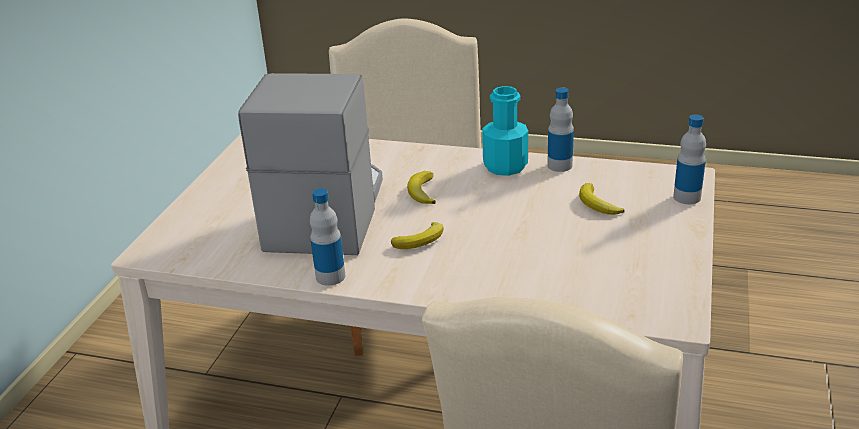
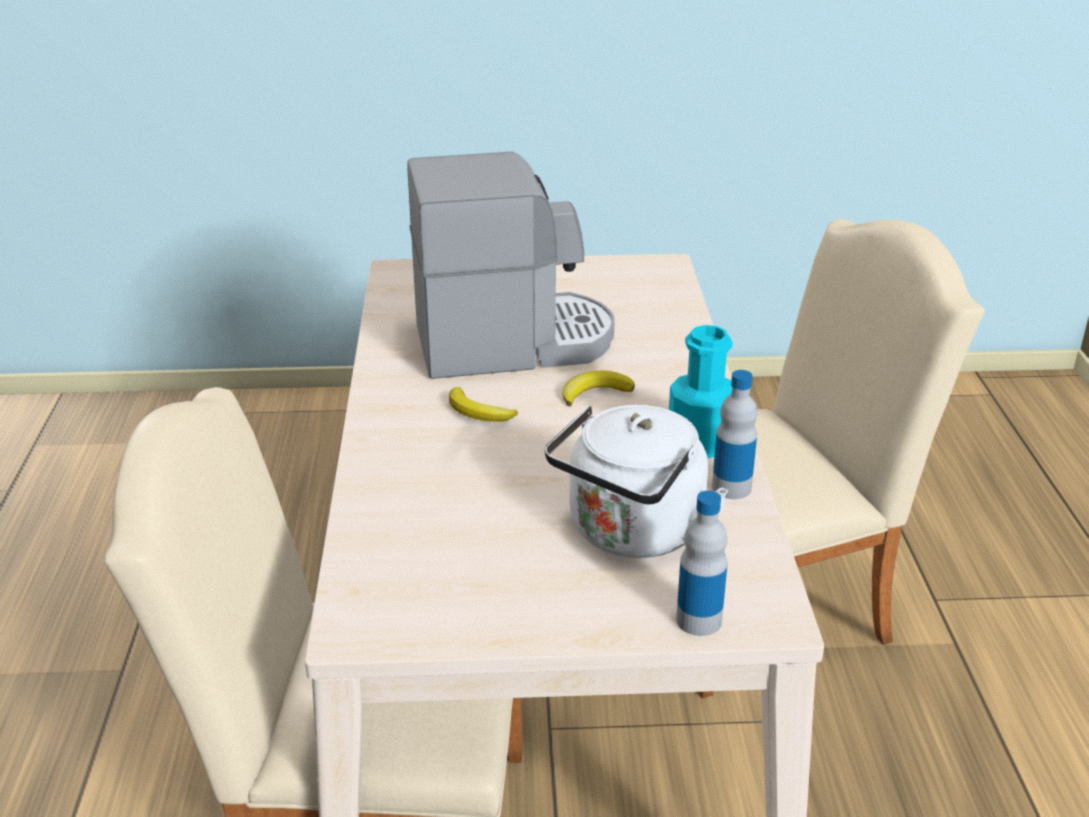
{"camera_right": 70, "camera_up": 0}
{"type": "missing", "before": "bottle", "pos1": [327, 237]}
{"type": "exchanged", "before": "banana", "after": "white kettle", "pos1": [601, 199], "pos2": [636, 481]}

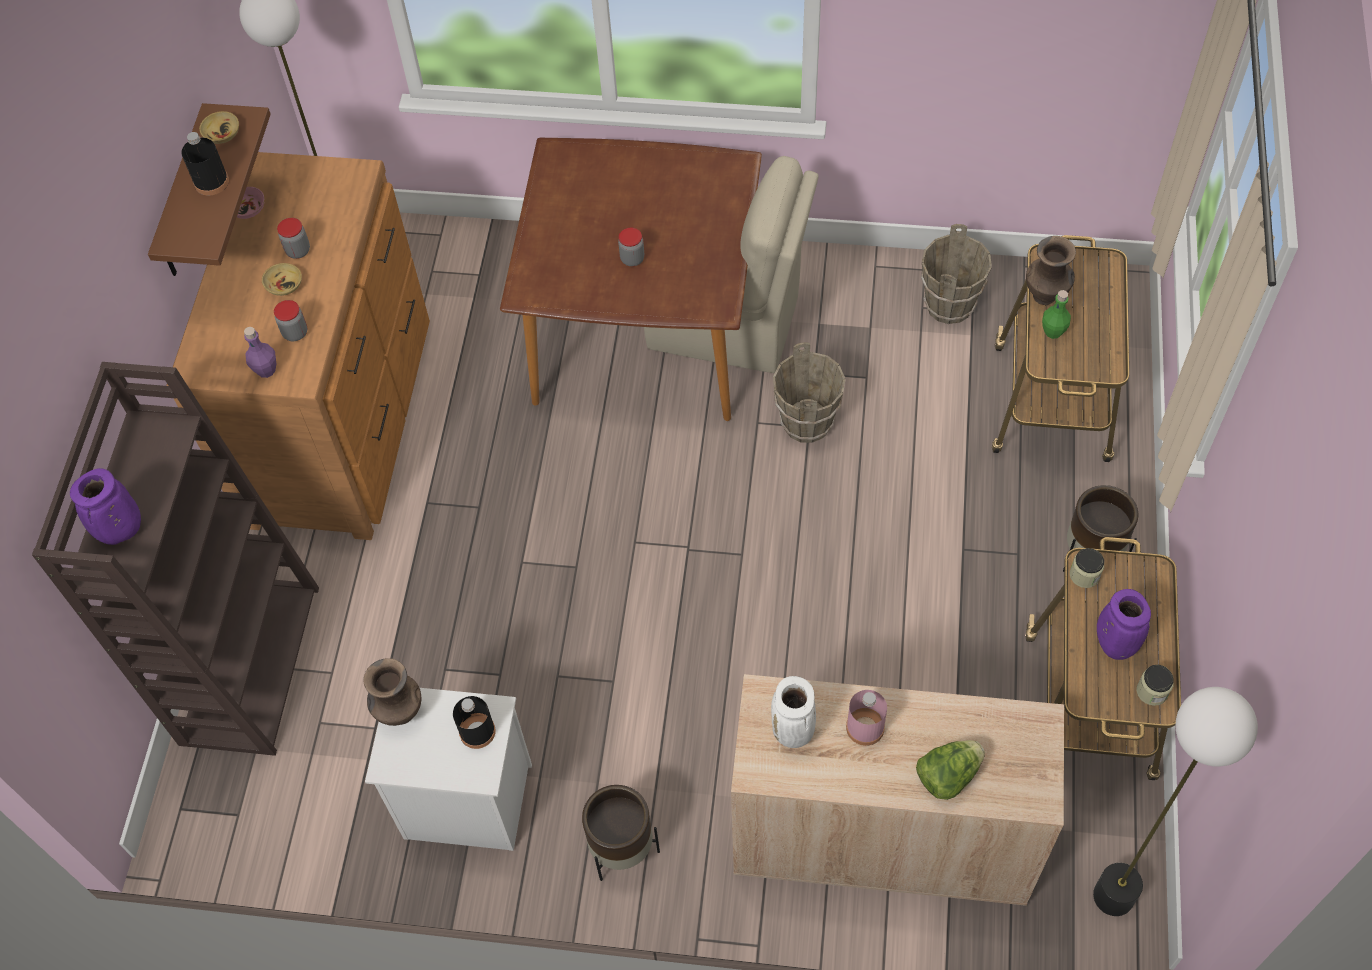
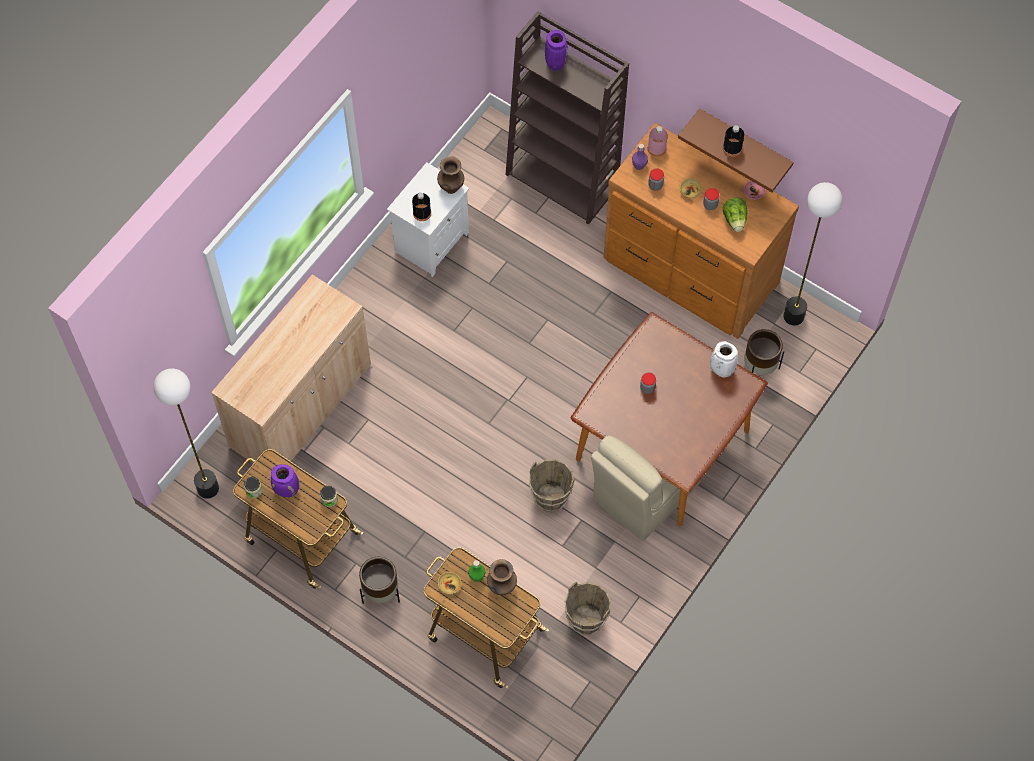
{"camera_right": 115, "camera_up": 5}
{"type": "relocated", "before": "beige bowl", "pos1": [219, 127], "pos2": [449, 583]}
{"type": "relocated", "before": "brown planter", "pos1": [621, 833], "pos2": [764, 352]}
{"type": "relocated", "before": "white vase", "pos1": [793, 712], "pos2": [724, 359]}
{"type": "relocated", "before": "pink bottle", "pos1": [866, 718], "pos2": [658, 141]}
{"type": "relocated", "before": "lettuce", "pos1": [950, 770], "pos2": [735, 215]}

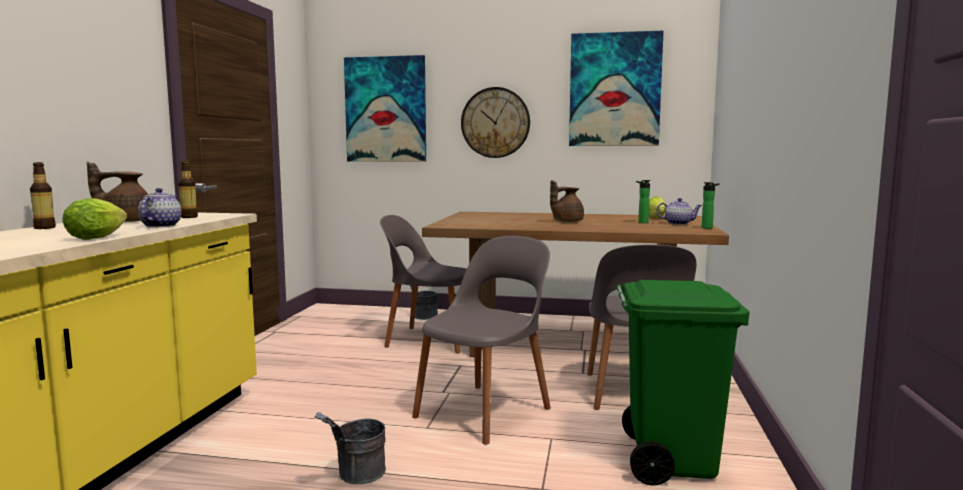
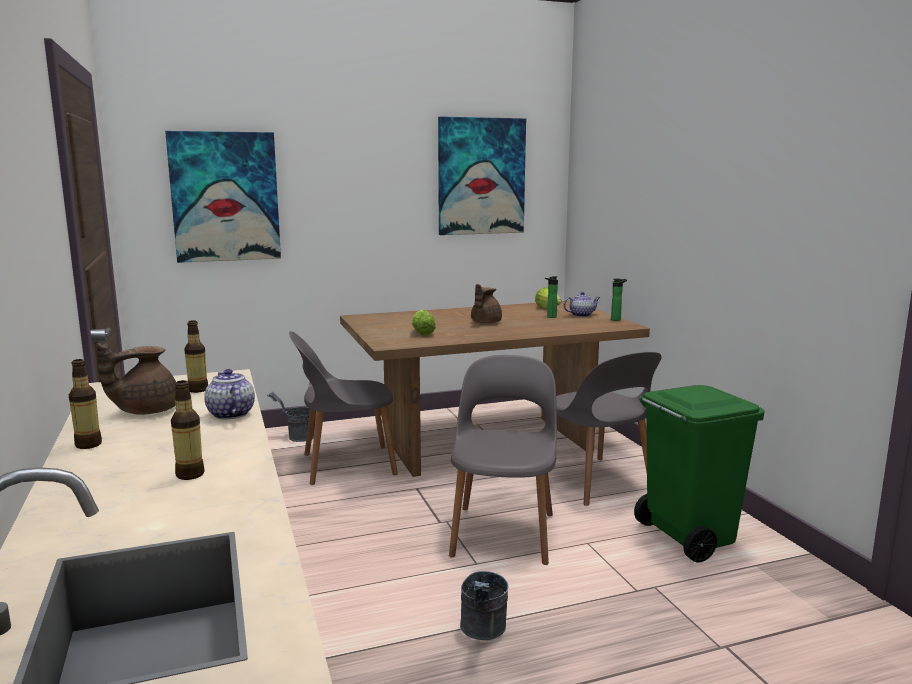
{"camera_right": -30, "camera_up": 5}
{"type": "relocated", "before": "lettuce", "pos1": [94, 219], "pos2": [424, 323]}
{"type": "missing", "before": "wall clock", "pos1": [495, 122]}
{"type": "appeared", "after": "bottle", "pos2": [188, 430]}

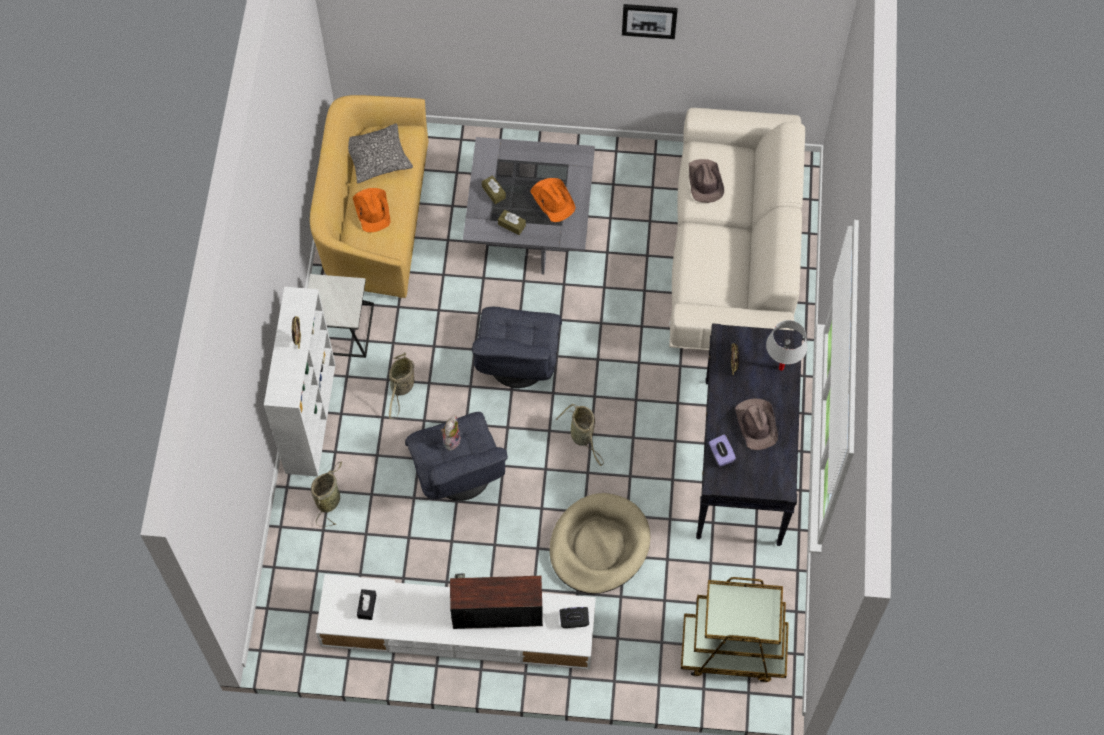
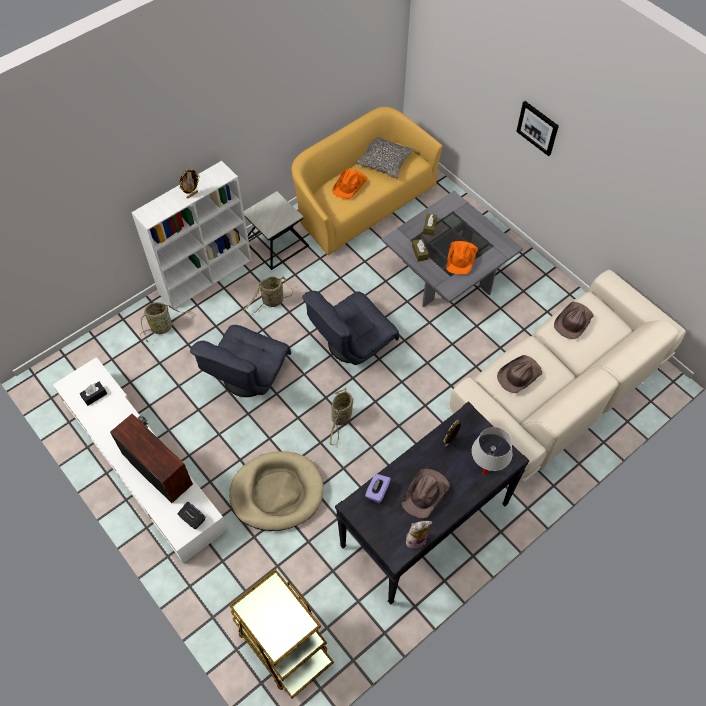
{"camera_right": 45, "camera_up": -5}
{"type": "relocated", "before": "plush toy", "pos1": [451, 433], "pos2": [419, 534]}
{"type": "relocated", "before": "picture", "pos1": [650, 21], "pos2": [537, 128]}
{"type": "appeared", "after": "brown hat", "pos2": [519, 374]}

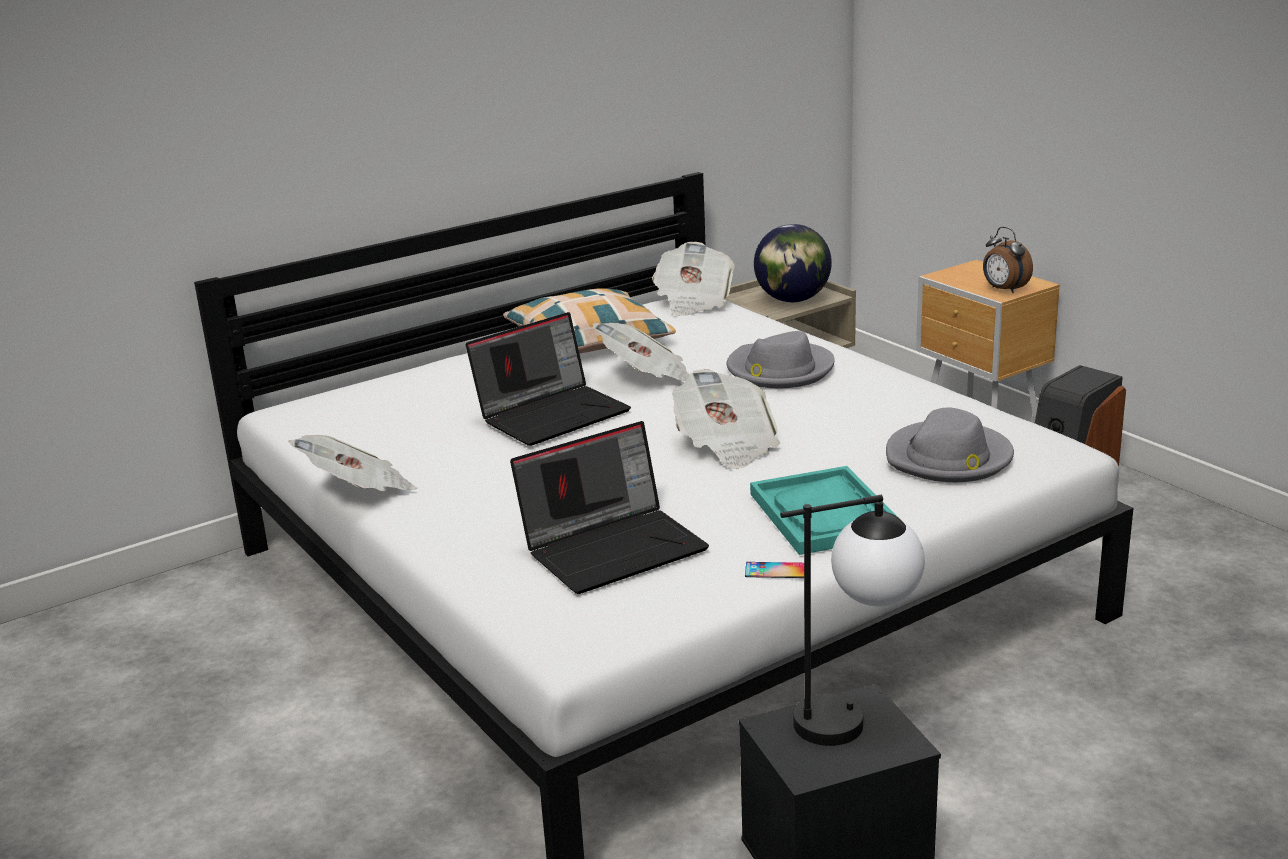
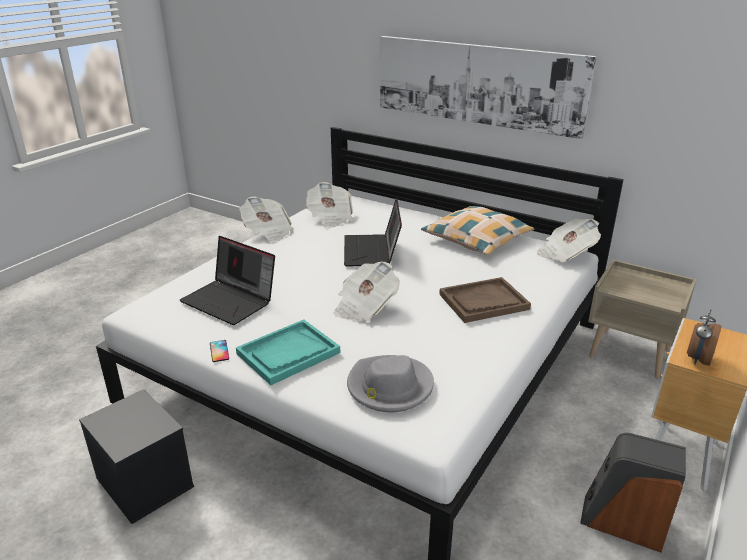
{"camera_right": 65, "camera_up": 5}
{"type": "spun", "before": "laptop", "pos1": [548, 379], "pos2": [373, 232], "turn": 60}
{"type": "relocated", "before": "newspaper", "pos1": [641, 352], "pos2": [329, 205]}
{"type": "exchanged", "before": "grey hat", "after": "brown tray", "pos1": [780, 359], "pos2": [485, 300]}
{"type": "missing", "before": "globe", "pos1": [793, 263]}
{"type": "missing", "before": "table lamp", "pos1": [852, 620]}
{"type": "appeared", "after": "picture", "pos2": [488, 87]}

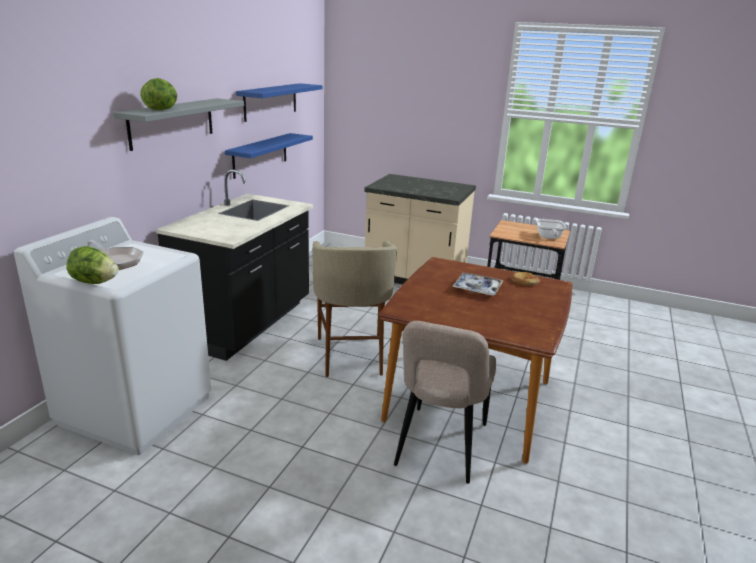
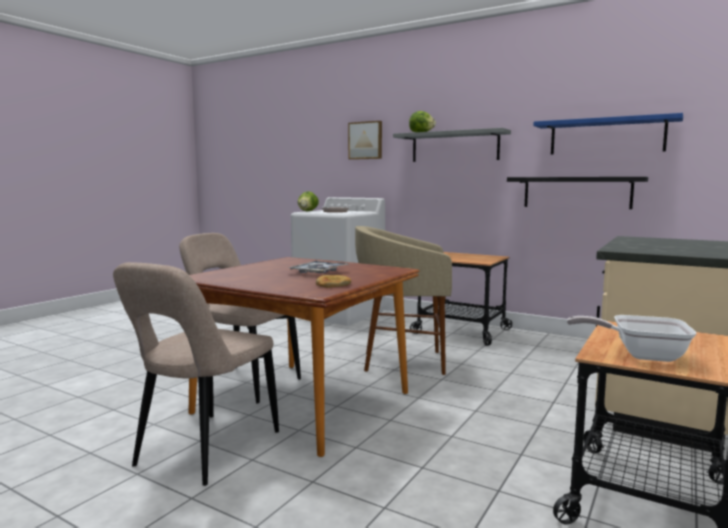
{"camera_right": 100, "camera_up": -15}
{"type": "exchanged", "before": "black counter", "after": "cart", "pos1": [234, 265], "pos2": [461, 299]}
{"type": "colour", "before": "blue shelf", "after": "black shelf", "pos1": [269, 156], "pos2": [577, 193]}
{"type": "appeared", "after": "beige chair", "pos2": [196, 374]}
{"type": "appeared", "after": "picture", "pos2": [365, 140]}

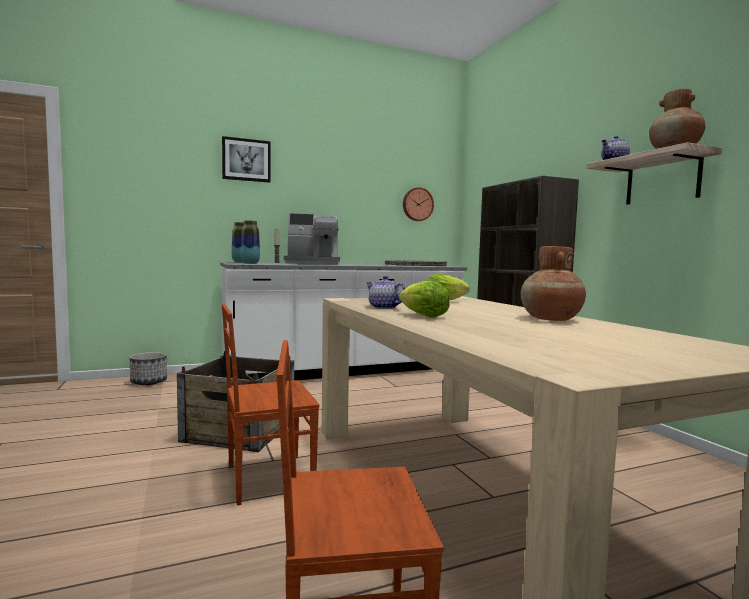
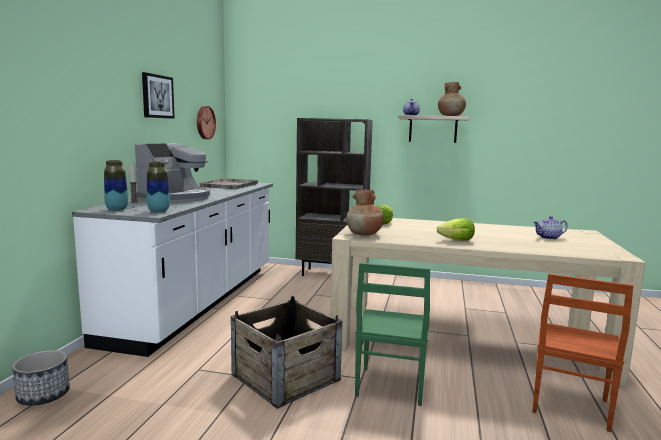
{"camera_right": -55, "camera_up": 5}
{"type": "relocated", "before": "picture", "pos1": [246, 159], "pos2": [158, 95]}
{"type": "colour", "before": "brown chair", "after": "green chair", "pos1": [271, 404], "pos2": [392, 334]}
{"type": "relocated", "before": "teapot", "pos1": [386, 292], "pos2": [551, 228]}
{"type": "relocated", "before": "brown vase", "pos1": [553, 283], "pos2": [365, 212]}

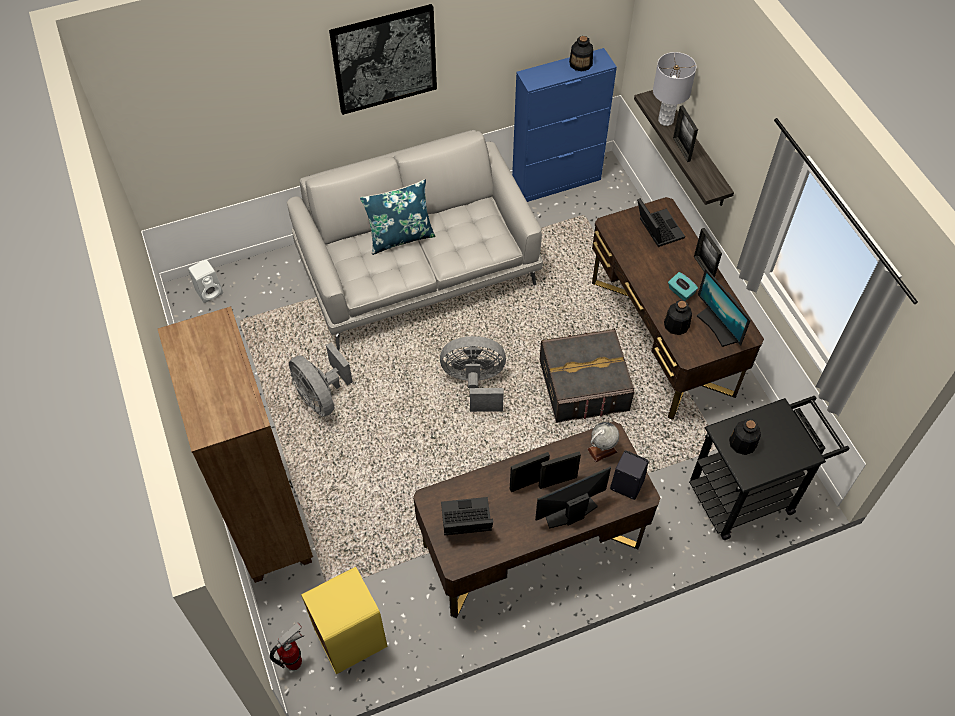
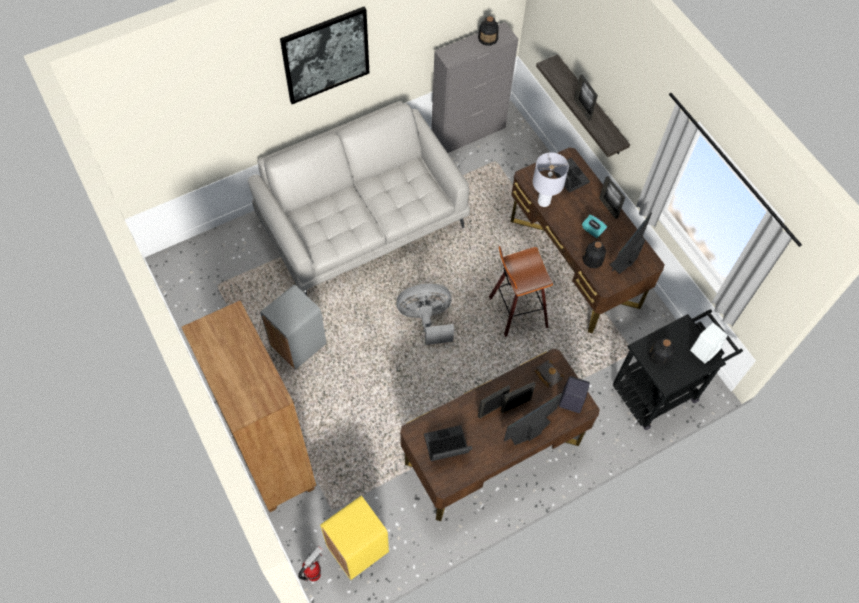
{"camera_right": -10, "camera_up": 5}
{"type": "relocated", "before": "white speaker", "pos1": [205, 281], "pos2": [709, 343]}
{"type": "exchanged", "before": "grey fan", "after": "grey trash can", "pos1": [321, 379], "pos2": [293, 327]}
{"type": "missing", "before": "blue pillow", "pos1": [398, 217]}
{"type": "colour", "before": "blue cabinet", "after": "grey cabinet", "pos1": [564, 125], "pos2": [474, 87]}
{"type": "exchanged", "before": "grey storage box", "after": "stool", "pos1": [586, 375], "pos2": [521, 291]}
{"type": "exchanged", "before": "globe", "after": "black book", "pos1": [603, 442], "pos2": [549, 373]}
{"type": "relocated", "before": "grey table lamp", "pos1": [674, 89], "pos2": [550, 179]}
{"type": "spun", "before": "monitor", "pos1": [724, 308], "pos2": [631, 243], "turn": 75}

